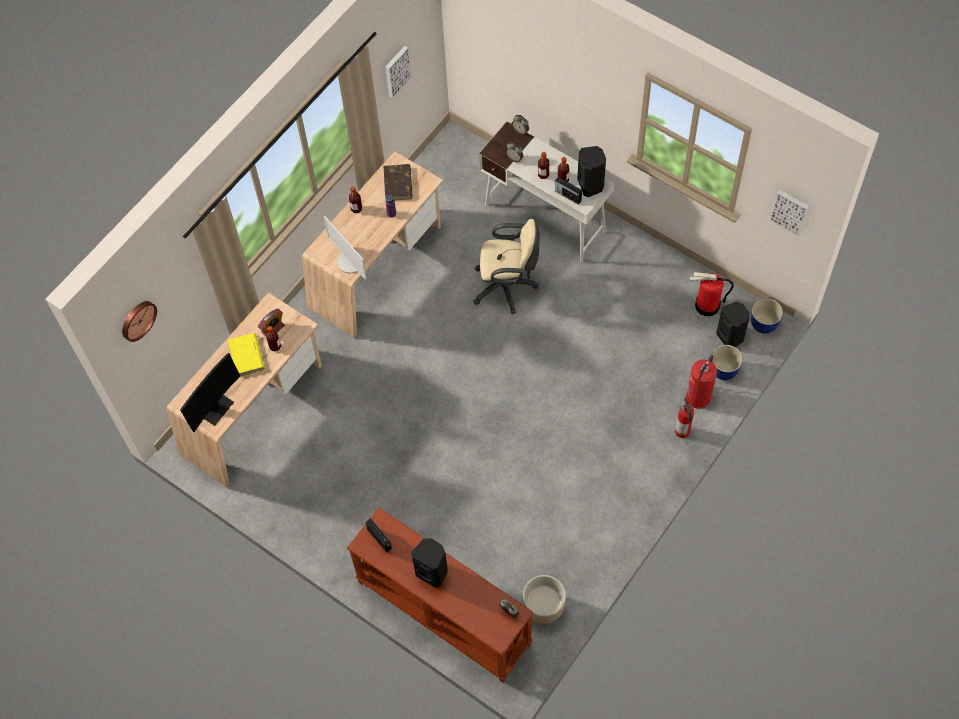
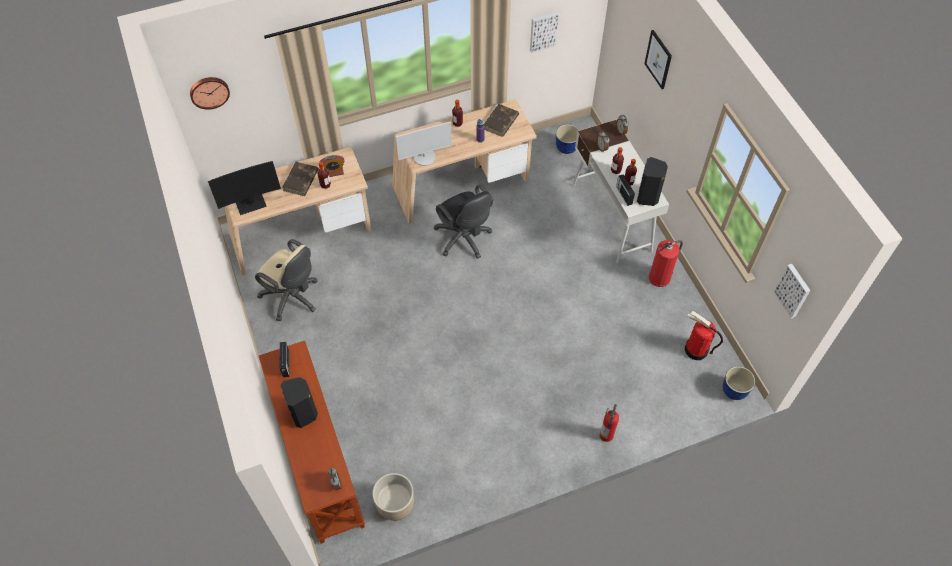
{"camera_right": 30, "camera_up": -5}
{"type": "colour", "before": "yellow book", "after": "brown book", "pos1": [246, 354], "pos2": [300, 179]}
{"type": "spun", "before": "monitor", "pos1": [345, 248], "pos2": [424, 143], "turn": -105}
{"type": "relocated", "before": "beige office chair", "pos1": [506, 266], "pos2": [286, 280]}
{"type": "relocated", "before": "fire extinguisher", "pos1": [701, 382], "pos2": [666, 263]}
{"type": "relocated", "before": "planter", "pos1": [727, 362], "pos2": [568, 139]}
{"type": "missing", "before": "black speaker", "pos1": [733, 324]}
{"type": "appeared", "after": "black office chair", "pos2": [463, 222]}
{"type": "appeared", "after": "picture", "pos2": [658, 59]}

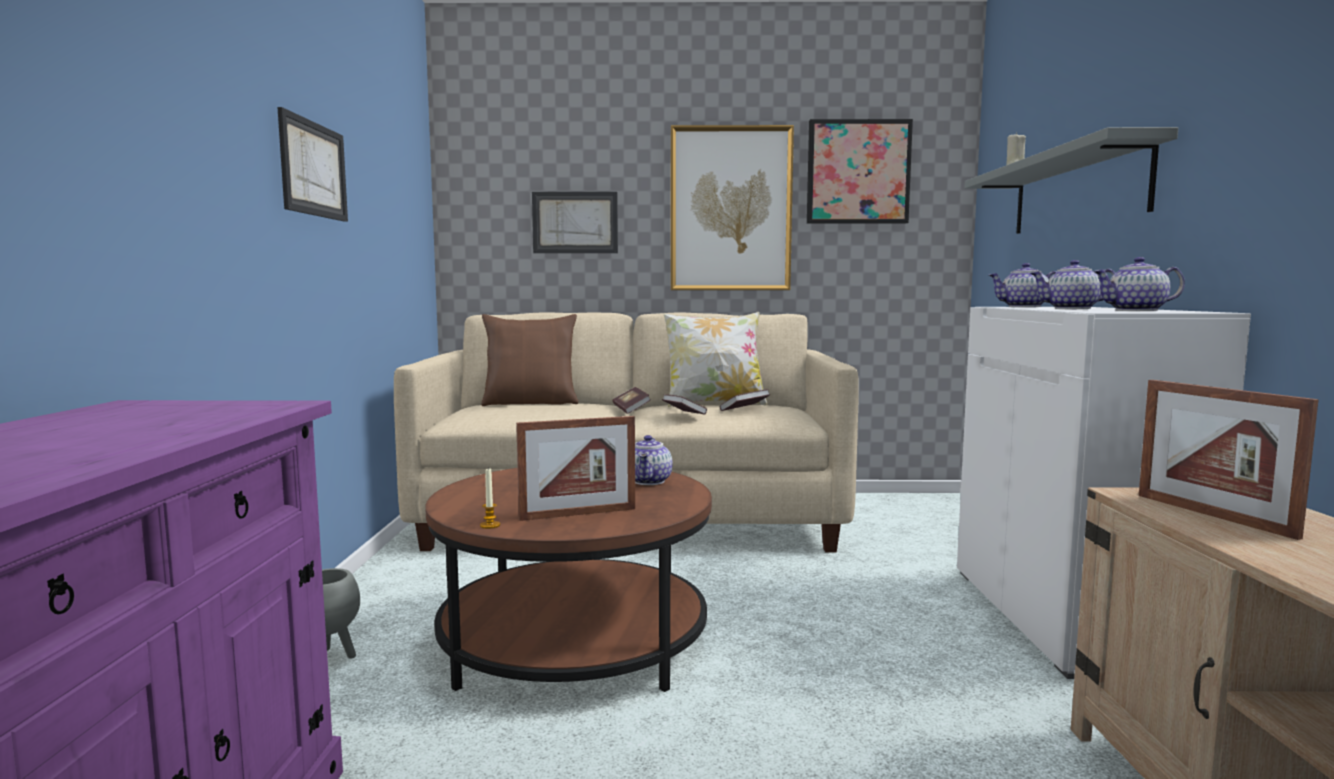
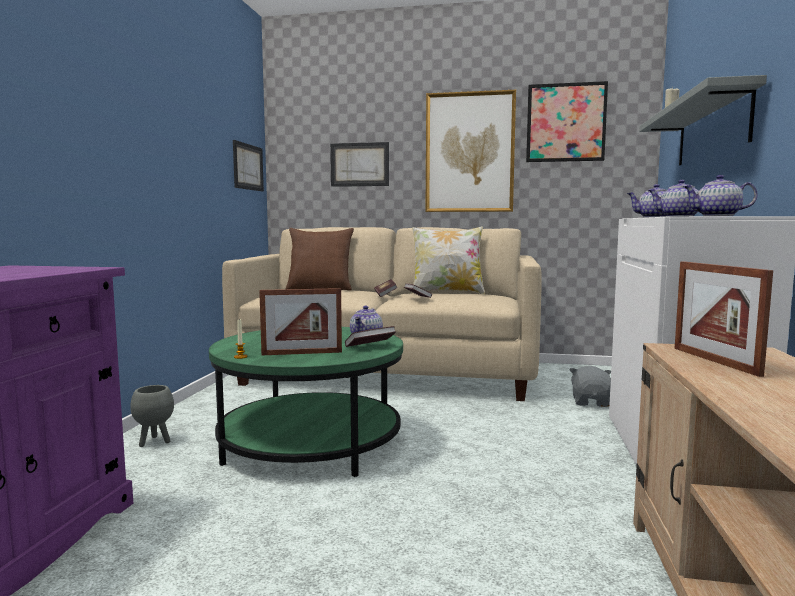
{"camera_right": 10, "camera_up": 0}
{"type": "relocated", "before": "picture", "pos1": [312, 164], "pos2": [248, 165]}
{"type": "colour", "before": "brown coffee table", "after": "green coffee table", "pos1": [568, 580], "pos2": [306, 402]}
{"type": "relocated", "before": "book", "pos1": [745, 400], "pos2": [370, 336]}
{"type": "appeared", "after": "grey plush toy", "pos2": [590, 386]}

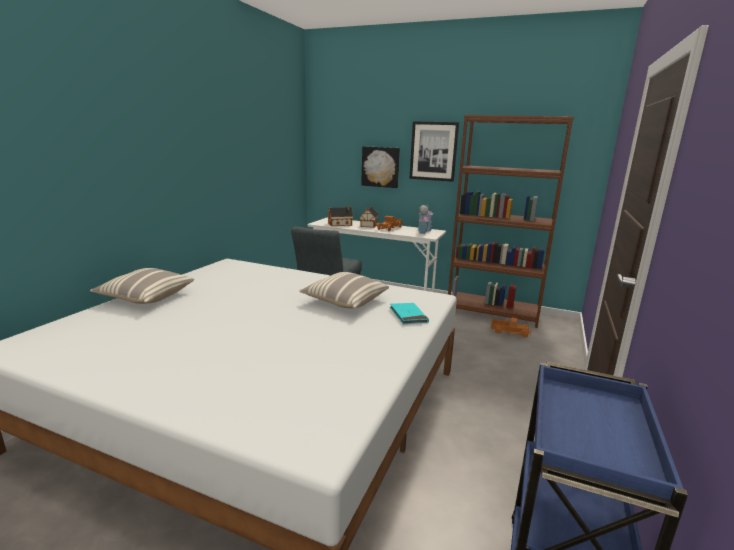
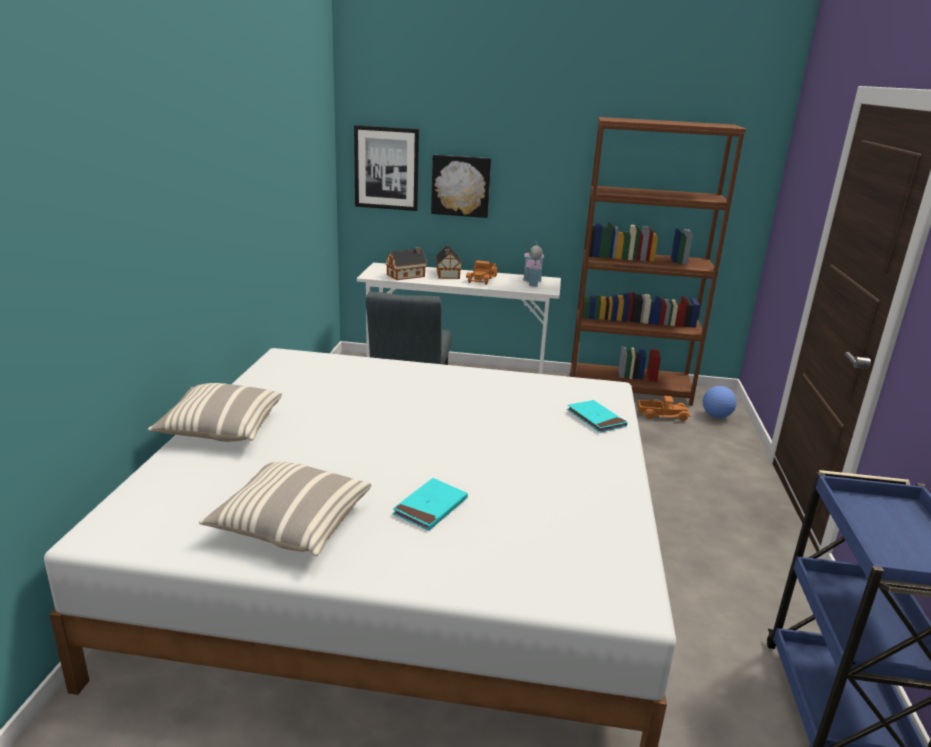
{"camera_right": -15, "camera_up": 5}
{"type": "relocated", "before": "pillow", "pos1": [344, 290], "pos2": [285, 509]}
{"type": "relocated", "before": "picture", "pos1": [434, 151], "pos2": [386, 168]}
{"type": "appeared", "after": "turquoise book", "pos2": [430, 504]}
{"type": "appeared", "after": "football", "pos2": [720, 402]}

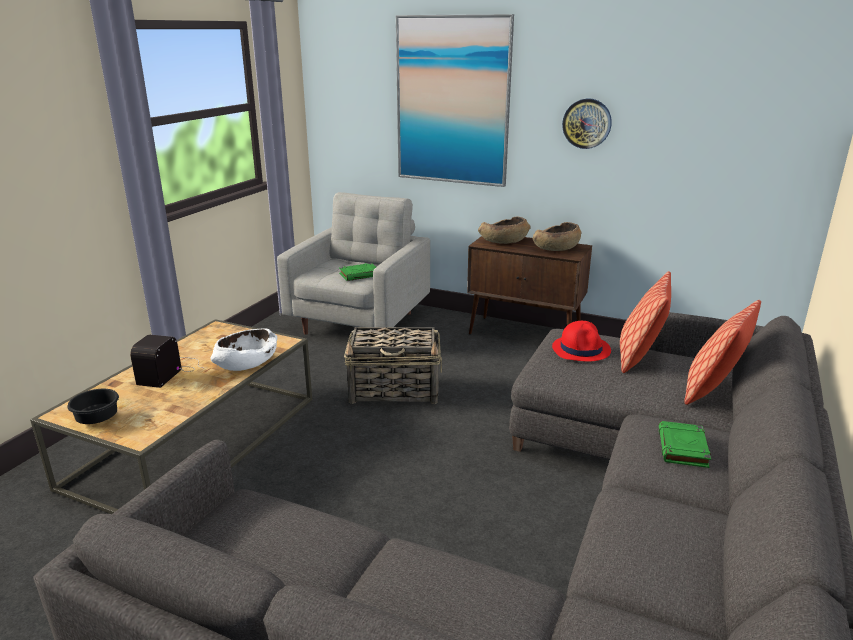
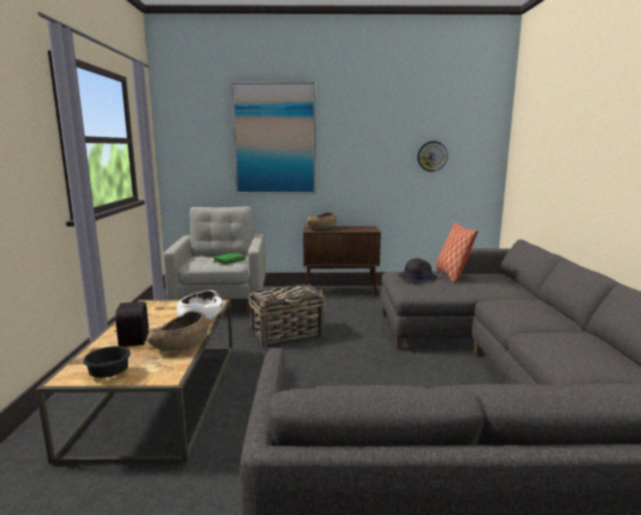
{"camera_right": -25, "camera_up": -10}
{"type": "relocated", "before": "brown bowl", "pos1": [556, 236], "pos2": [178, 331]}
{"type": "colour", "before": "red hat", "after": "black hat", "pos1": [581, 341], "pos2": [418, 270]}
{"type": "relocated", "before": "wall clock", "pos1": [587, 123], "pos2": [432, 156]}
{"type": "missing", "before": "green book", "pos1": [685, 444]}
{"type": "missing", "before": "pillow", "pos1": [722, 352]}

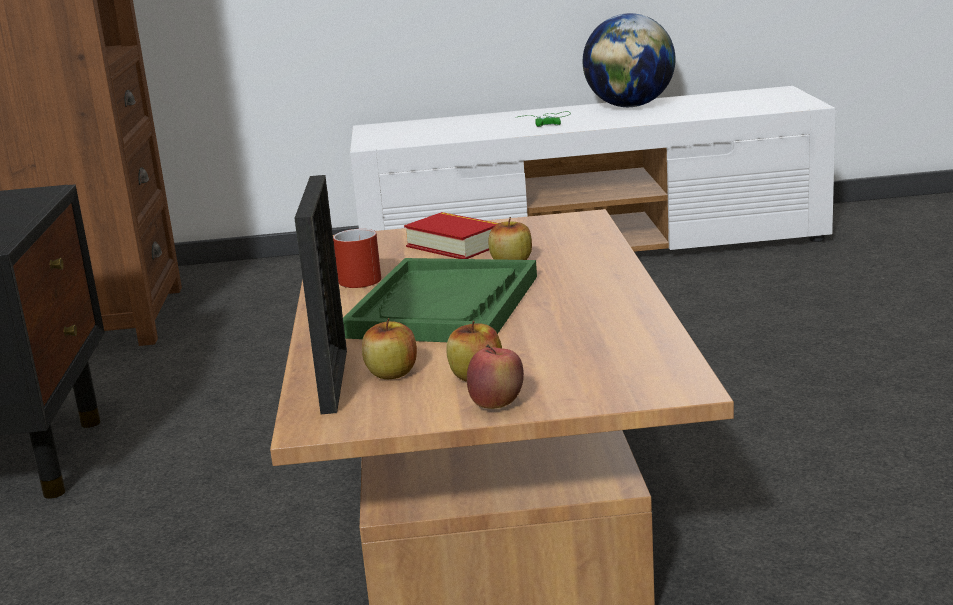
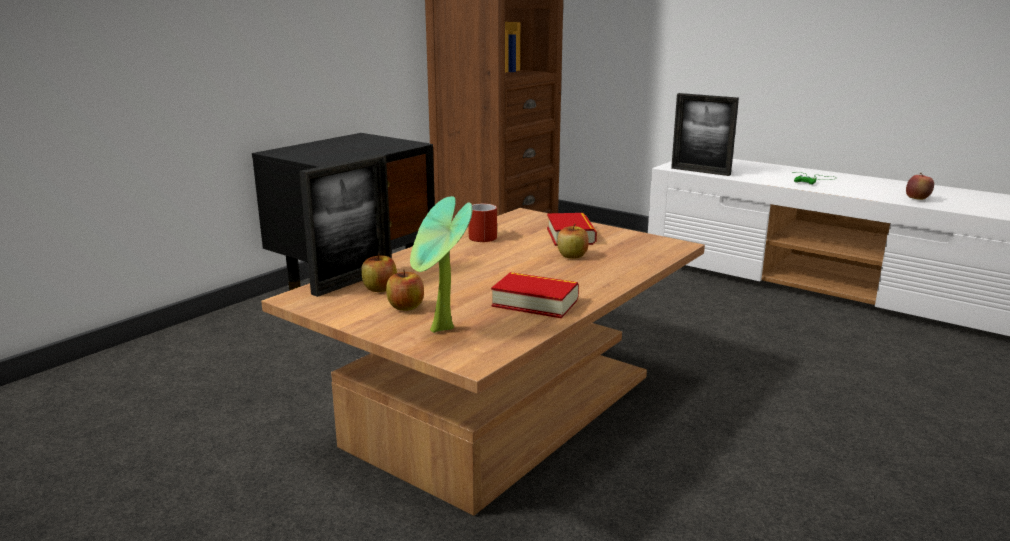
{"camera_right": 40, "camera_up": 0}
{"type": "missing", "before": "green tray", "pos1": [440, 300]}
{"type": "relocated", "before": "apple", "pos1": [495, 377], "pos2": [920, 186]}
{"type": "missing", "before": "globe", "pos1": [629, 60]}
{"type": "appeared", "after": "potted plant", "pos2": [441, 264]}
{"type": "appeared", "after": "book", "pos2": [535, 295]}
{"type": "appeared", "after": "picture frame", "pos2": [705, 134]}

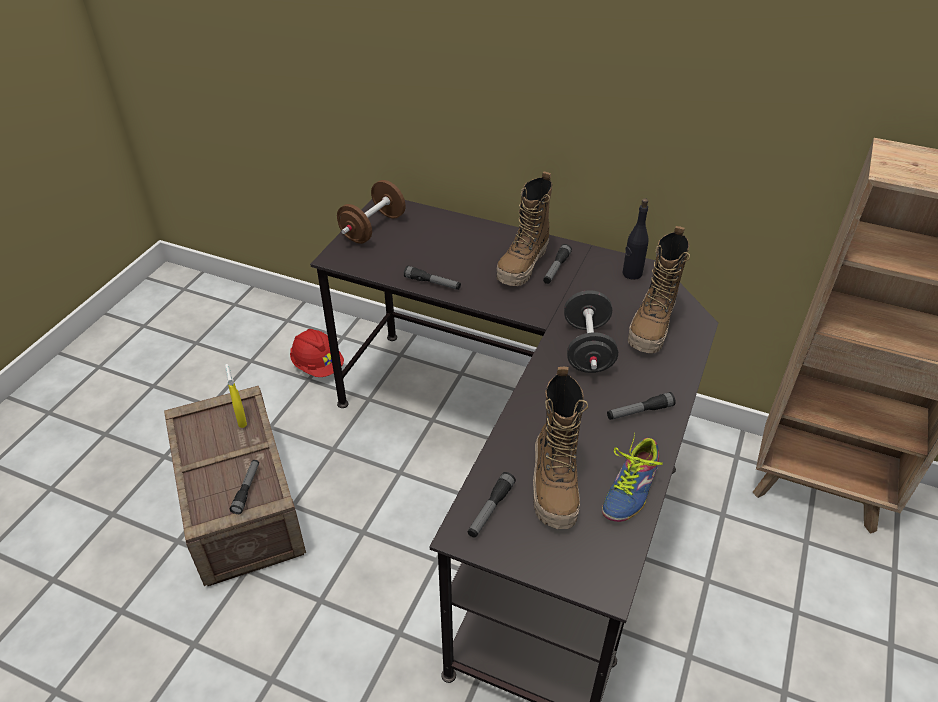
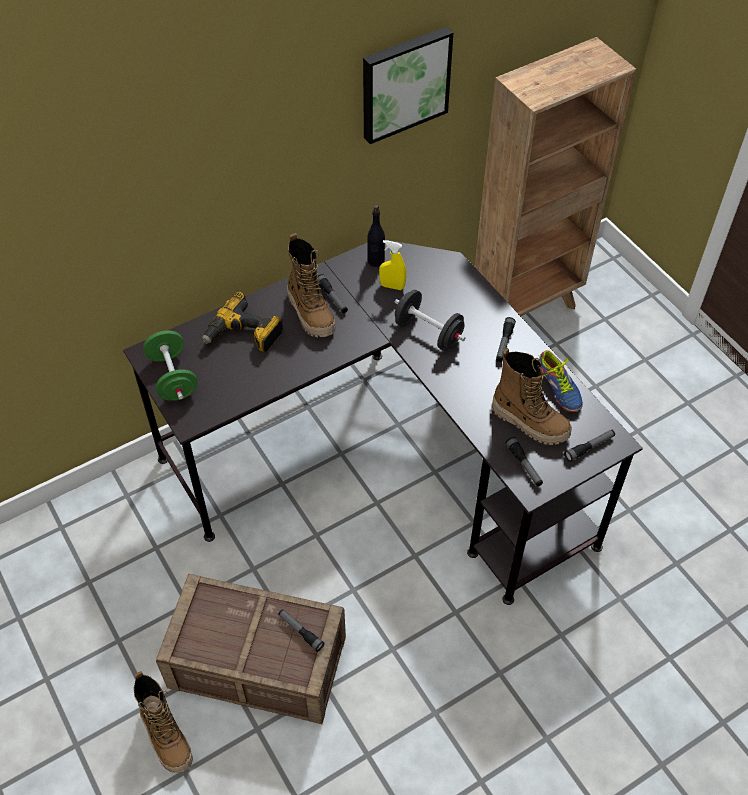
{"camera_right": -55, "camera_up": 10}
{"type": "relocated", "before": "yellow spray bottle", "pos1": [236, 396], "pos2": [392, 265]}
{"type": "missing", "before": "red hard hat", "pos1": [317, 353]}
{"type": "colour", "before": "brown dumbbell", "after": "green dumbbell", "pos1": [371, 212], "pos2": [170, 365]}
{"type": "relocated", "before": "flashlight", "pos1": [432, 278], "pos2": [589, 446]}
{"type": "relocated", "before": "boot", "pos1": [659, 289], "pos2": [163, 722]}
{"type": "appeared", "after": "power drill", "pos2": [243, 322]}
{"type": "appeared", "after": "picture", "pos2": [408, 85]}

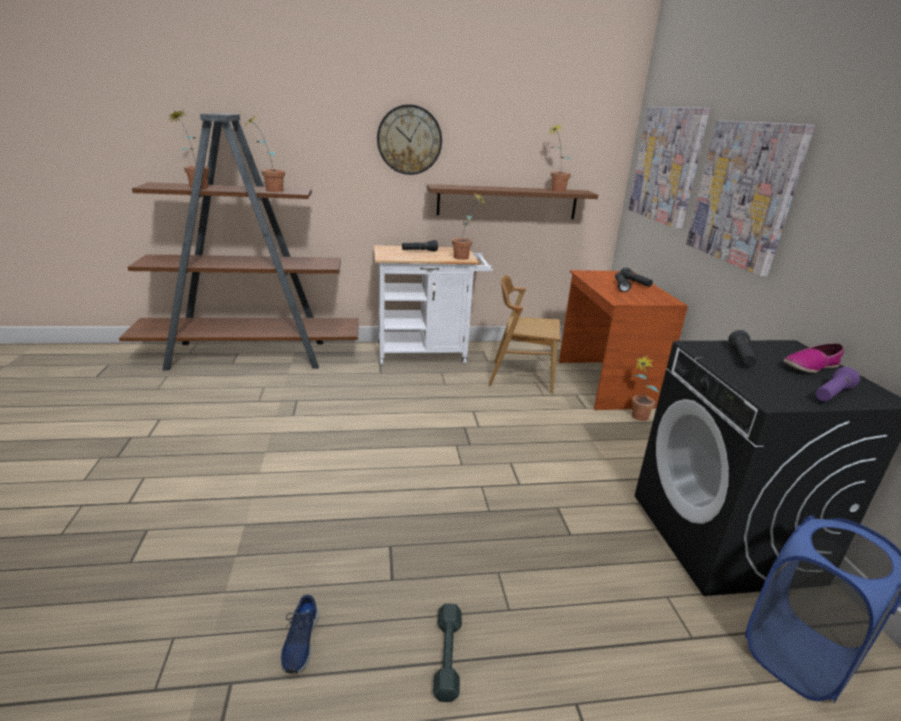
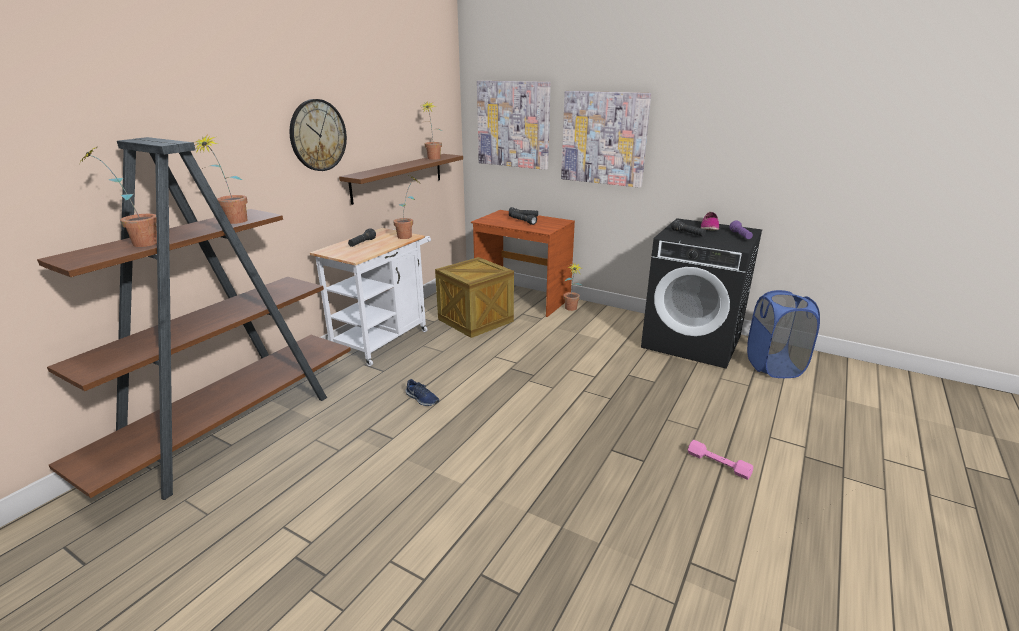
{"camera_right": -50, "camera_up": 0}
{"type": "relocated", "before": "blue shoe", "pos1": [299, 634], "pos2": [422, 392]}
{"type": "colour", "before": "grey dumbbell", "after": "pink dumbbell", "pos1": [447, 652], "pos2": [720, 460]}
{"type": "exchanged", "before": "brown chair", "after": "crate", "pos1": [525, 334], "pos2": [474, 297]}

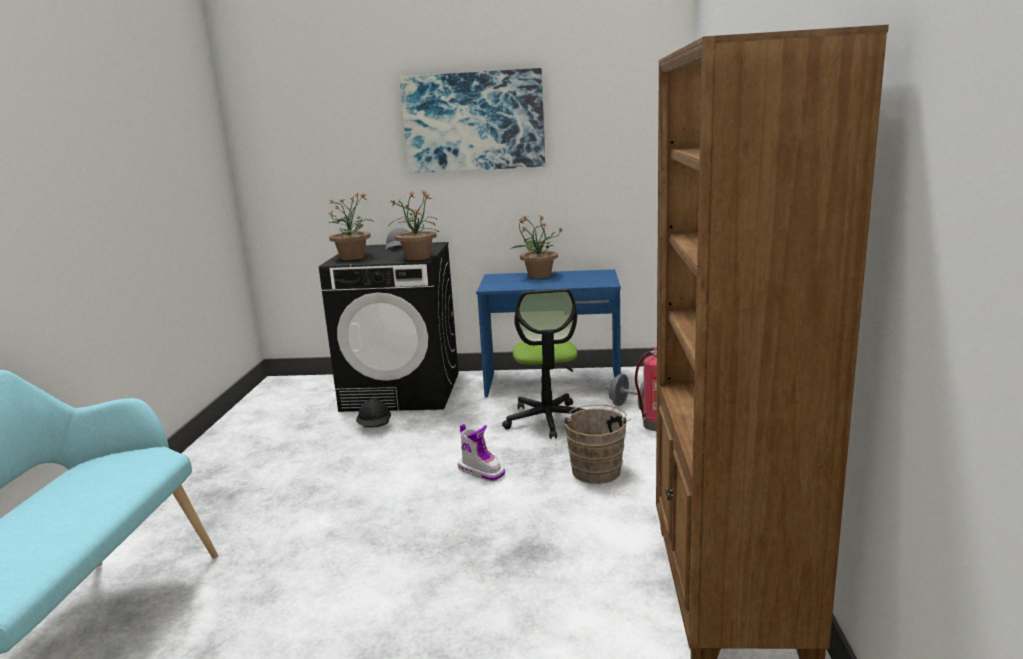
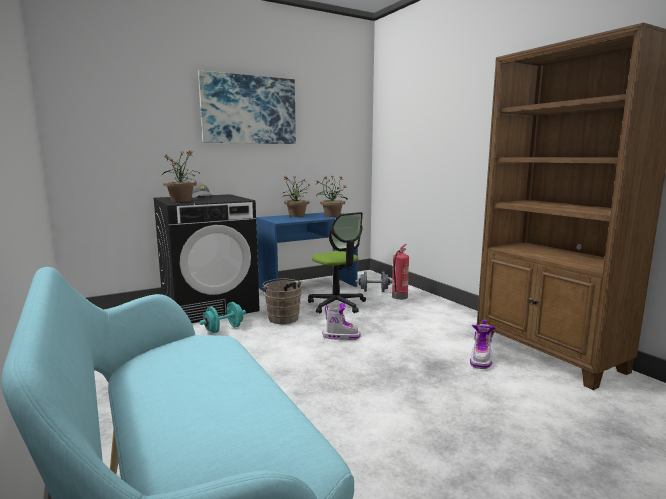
{"camera_right": -35, "camera_up": -5}
{"type": "exchanged", "before": "black hard hat", "after": "turquoise dumbbell", "pos1": [373, 413], "pos2": [222, 317]}
{"type": "relocated", "before": "potted plant", "pos1": [414, 225], "pos2": [331, 196]}
{"type": "relocated", "before": "brown bucket", "pos1": [596, 444], "pos2": [282, 301]}
{"type": "appeared", "after": "boot", "pos2": [483, 344]}

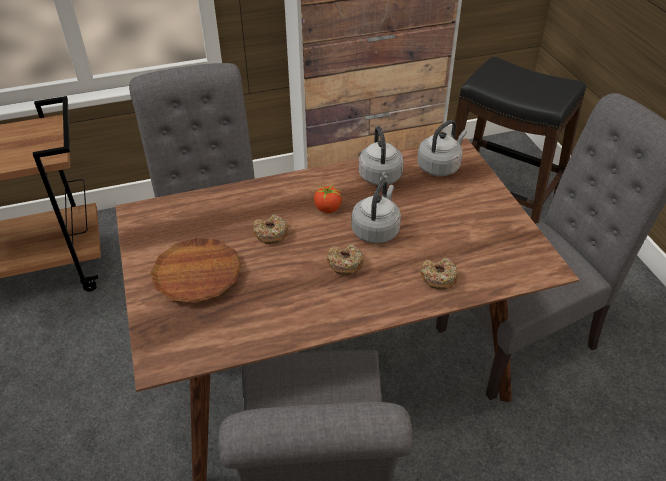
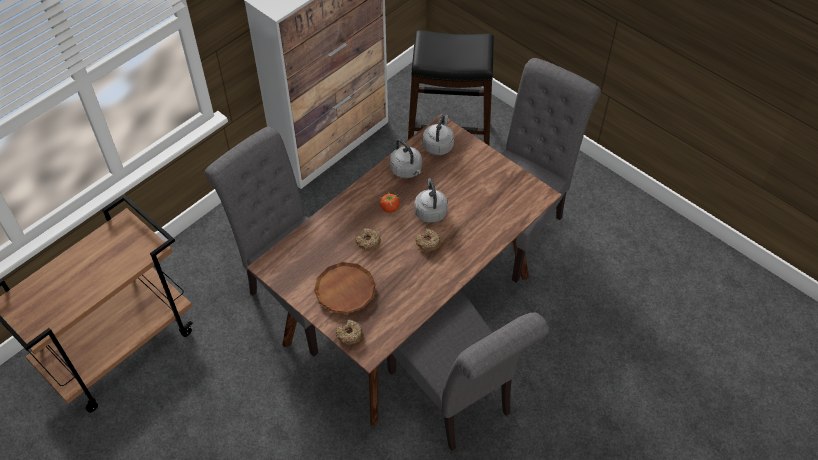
{"camera_right": -30, "camera_up": 10}
{"type": "relocated", "before": "donut", "pos1": [439, 274], "pos2": [349, 332]}

